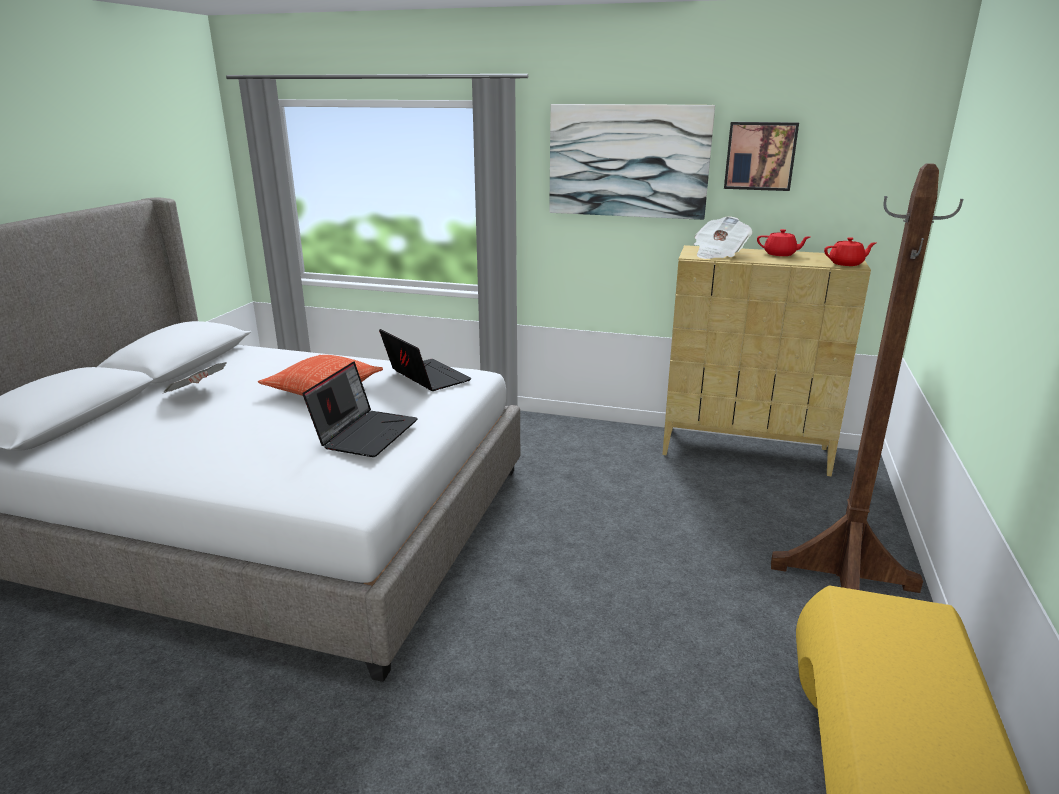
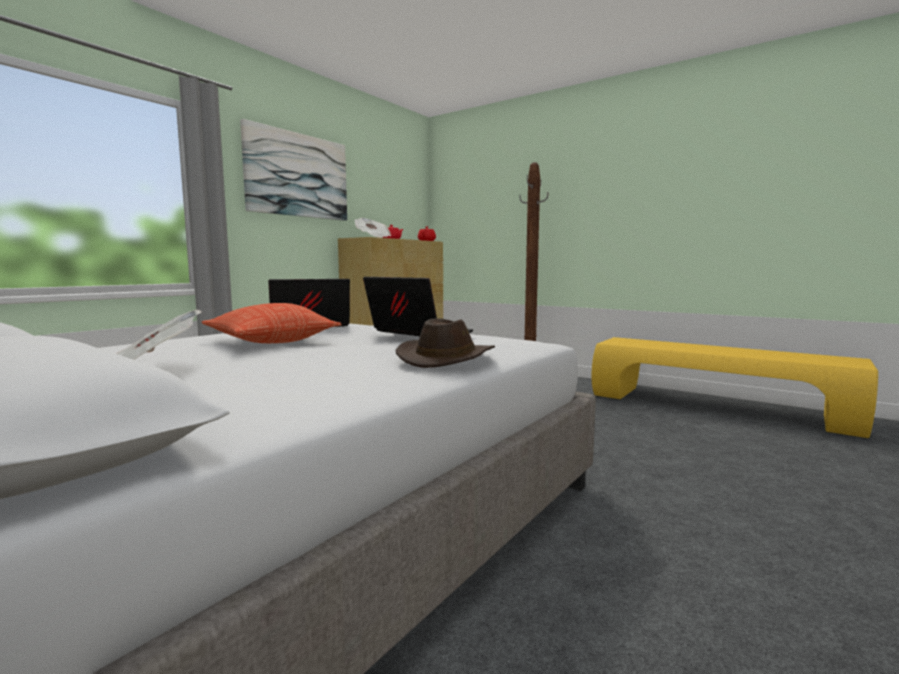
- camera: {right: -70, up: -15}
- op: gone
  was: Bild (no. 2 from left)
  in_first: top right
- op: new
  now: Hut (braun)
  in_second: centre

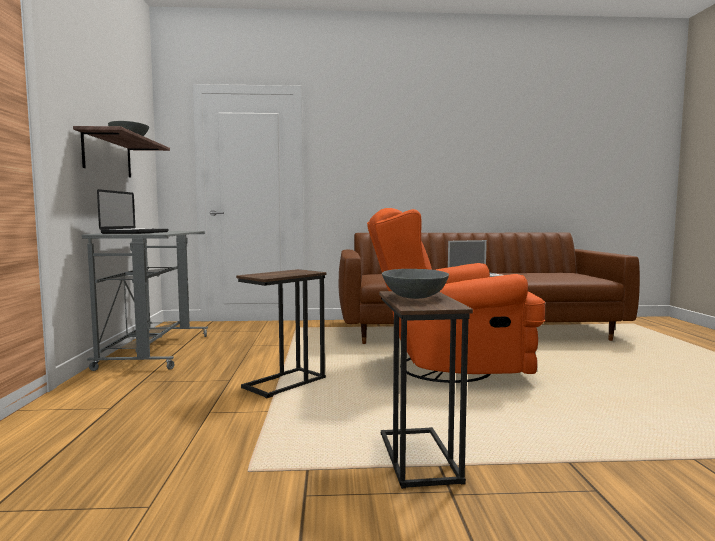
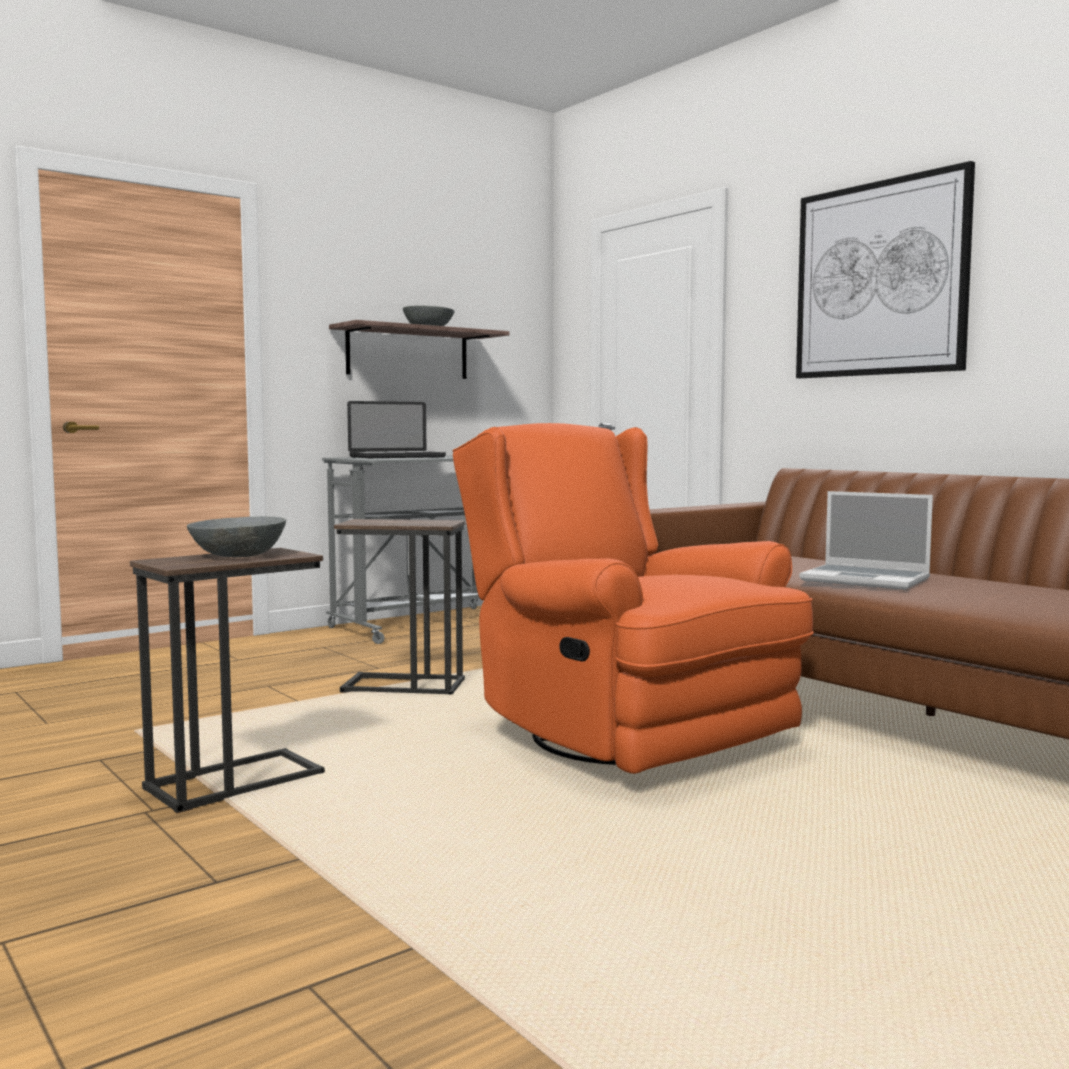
- camera: {right: 55, up: 0}
- op: new
  now: Bild
  in_second: top right

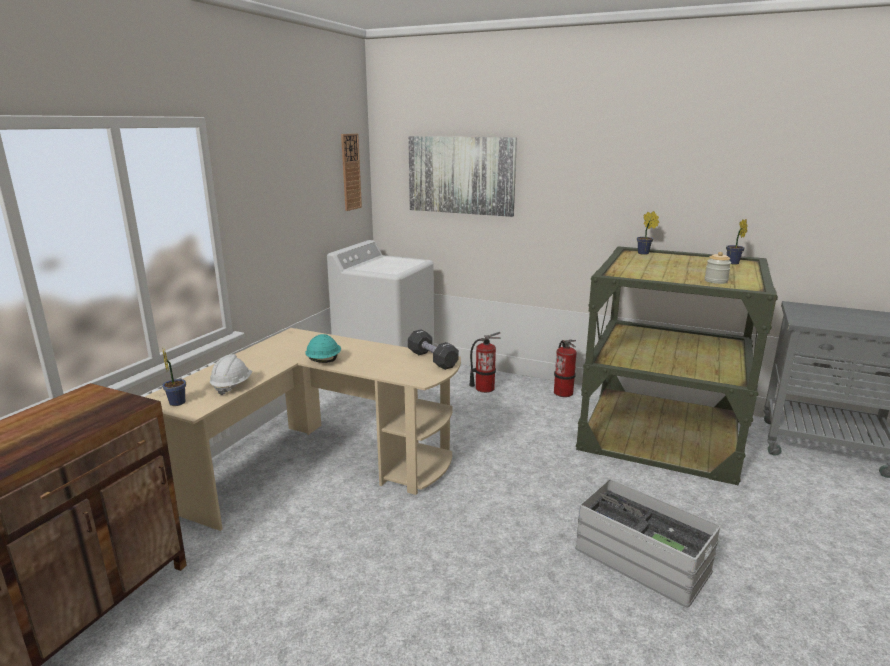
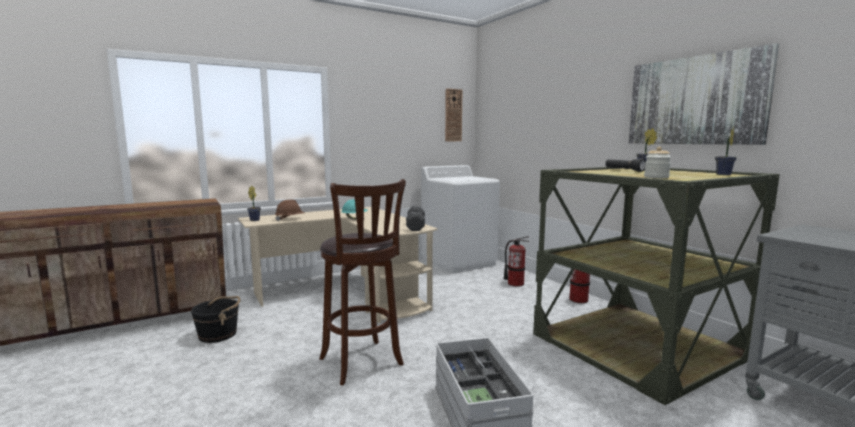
- camera: {right: 35, up: -10}
- op: new
  now: Eimer (schwarz)
  in_second: bottom left
- op: new
  now: Hocker (braun)
  in_second: centre
- op: new
  now: Taschenlampe (schwarz)
  in_second: middle right
- op: shifted
  was: Bild
  in_first: top centre
  in_second: top right
- op: repainted
  was: Schutzhelm (weiß)
  now: Schutzhelm (braun)
  in_first: middle left
  in_second: centre

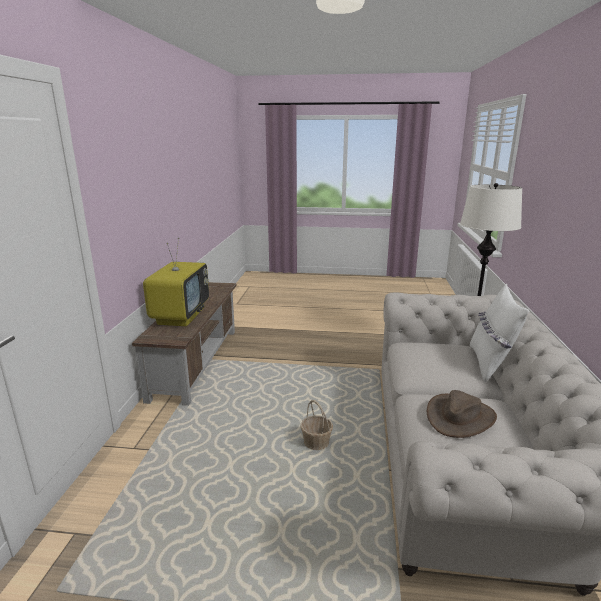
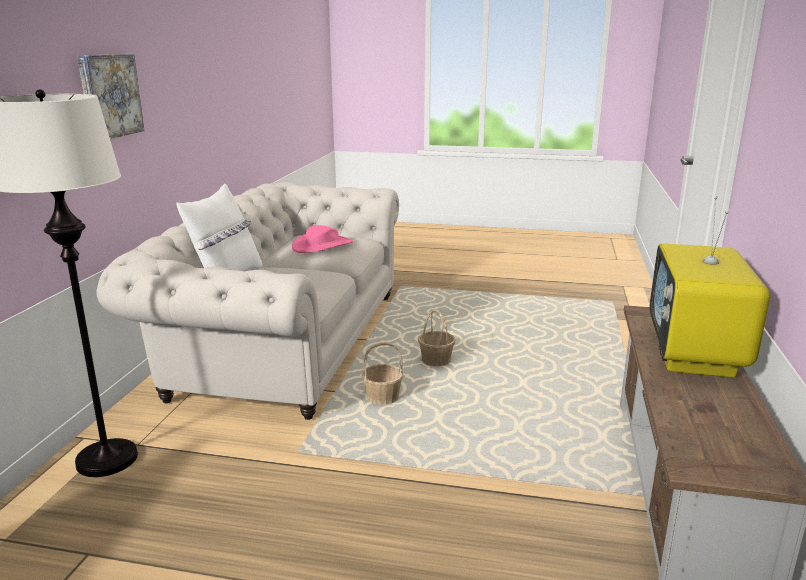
- camera: {right: -175, up: 0}
- op: new
  now: Bild
  in_second: top left
- op: new
  now: Korb (no. 1 from left)
  in_second: centre
- op: repainted
  was: Hut (braun)
  now: Hut (rosa)
  in_first: bottom right
  in_second: centre

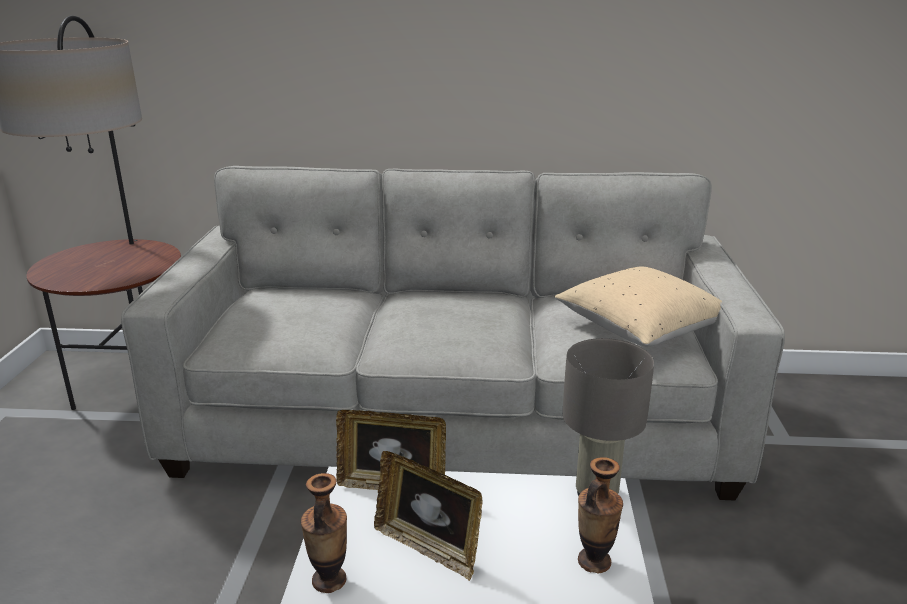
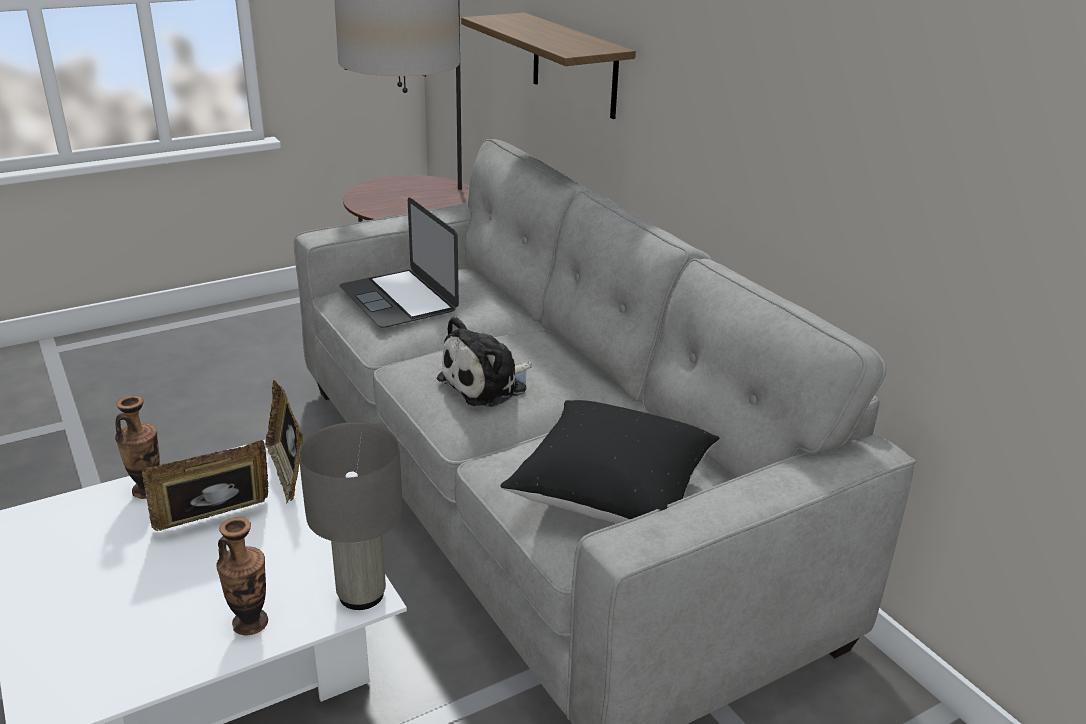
- camera: {right: 55, up: 5}
- op: new
  now: Laptop
  in_second: centre
- op: new
  now: Plüschtier
  in_second: centre
- op: new
  now: Wandregal
  in_second: top centre
- op: repainted
  was: Kissen (beige)
  now: Kissen (schwarz)
  in_first: middle right
  in_second: centre
- op: rotated
  was: Bilderrahmen (no. 2 from left in the first image)
  in_first: bottom centre
  in_second: bottom left
  clockwise: 60

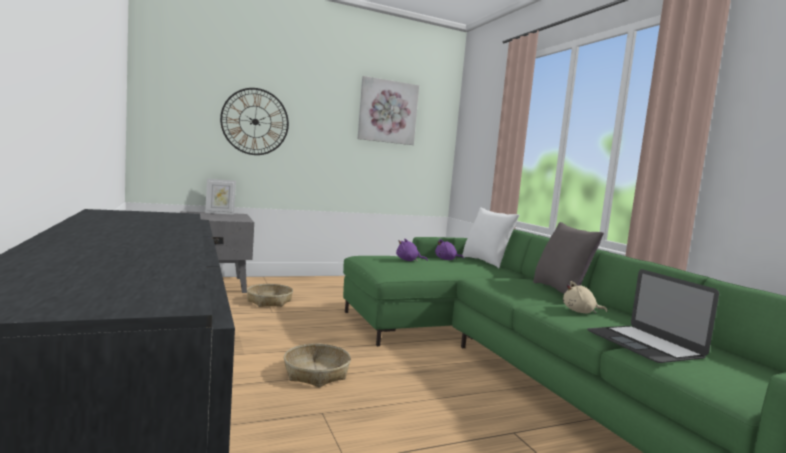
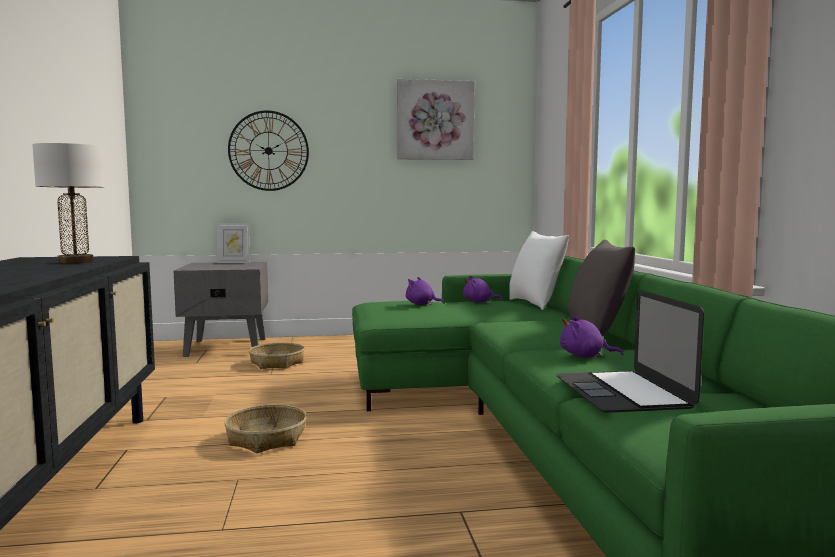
- camera: {right: 15, up: 0}
- op: new
  now: Tischlampe
  in_second: middle left
- op: repainted
  was: Plüschtier (beige)
  now: Plüschtier (lila) (no. 3 from left)
  in_first: middle right
  in_second: middle right

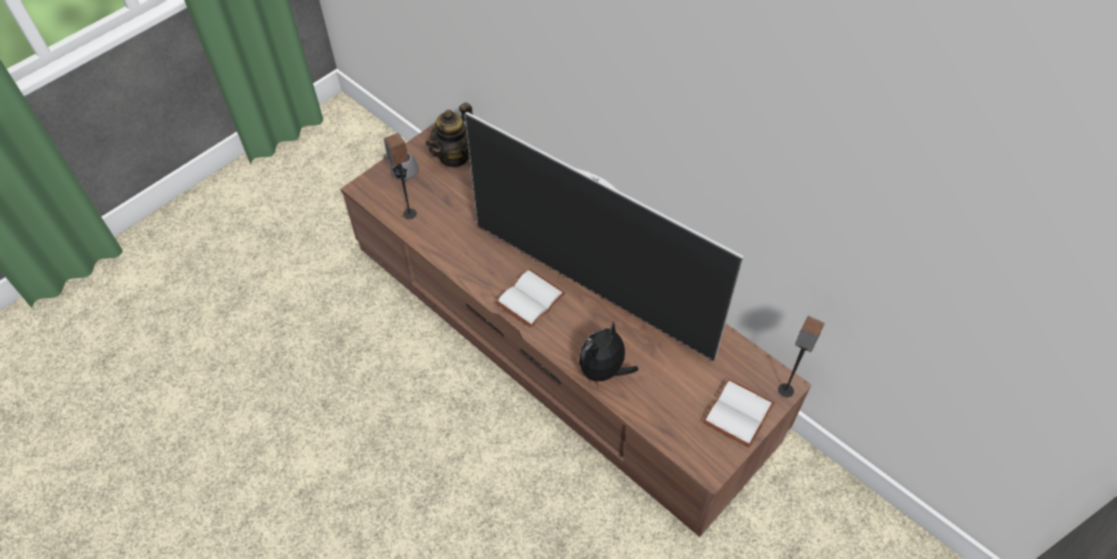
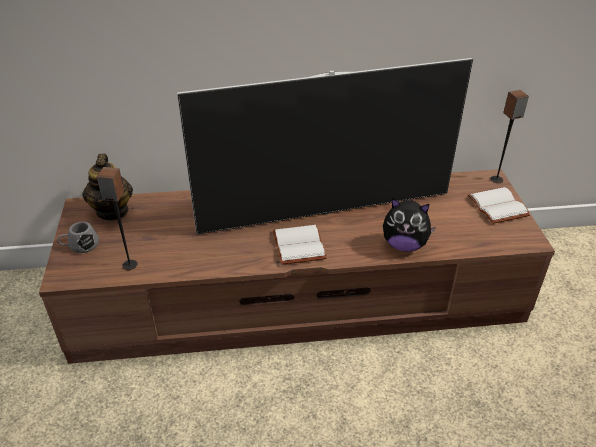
- camera: {right: -50, up: -15}
- op: rotated
  was: Plüschtier
  in_first: centre
  in_second: middle right
  clockwise: -60

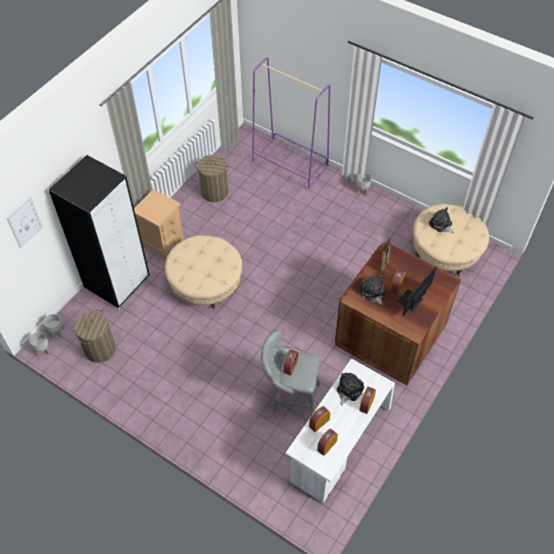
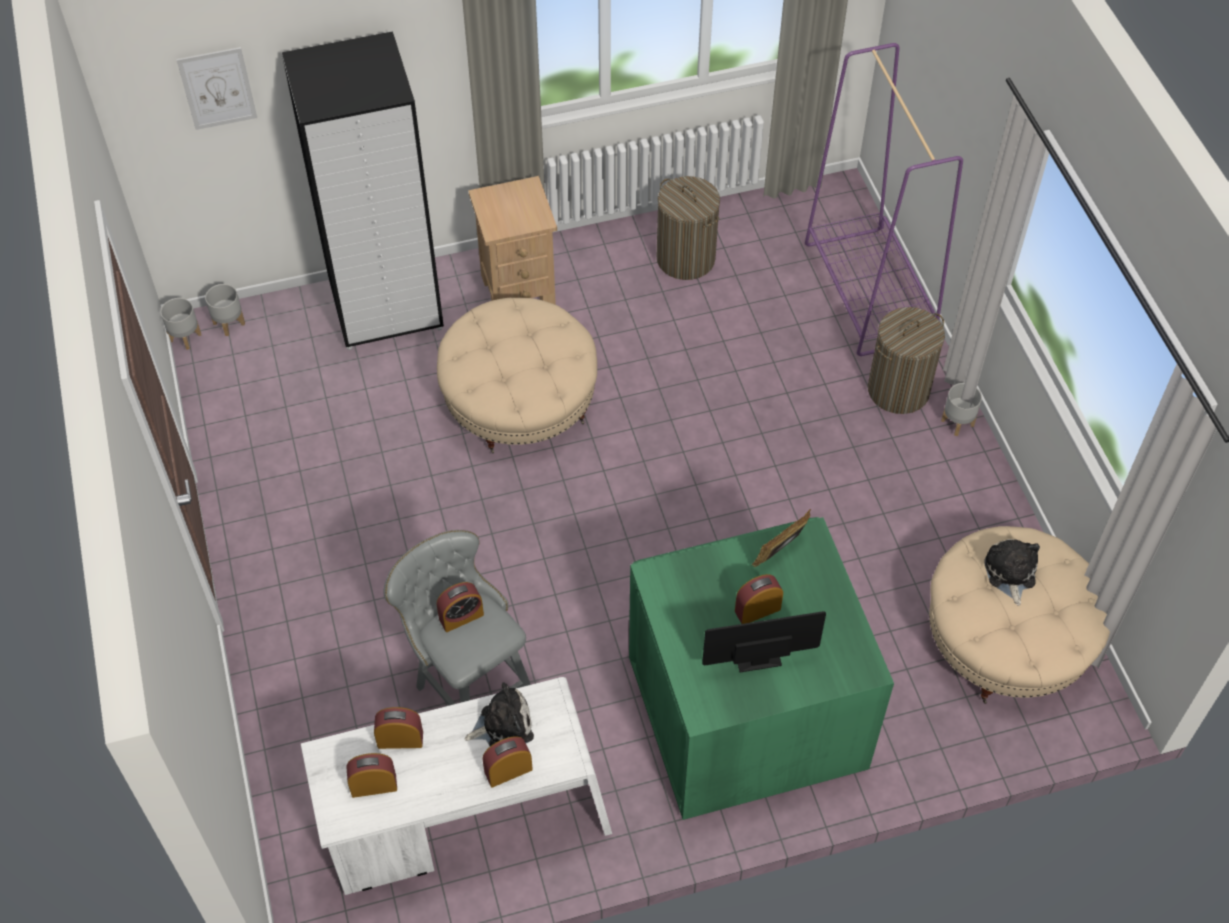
- camera: {right: 40, up: 0}
- op: gone
  was: Plüschtier (no. 2 from left)
  in_first: middle right
- op: shifted
  was: Wäschekorb (no. 1 from left in the first image)
  now: Wäschekorb (no. 2 from left)
  in_first: middle left
  in_second: middle right
- op: repainted
  was: Kommode (braun)
  now: Kommode (grün)
  in_first: middle right
  in_second: bottom centre

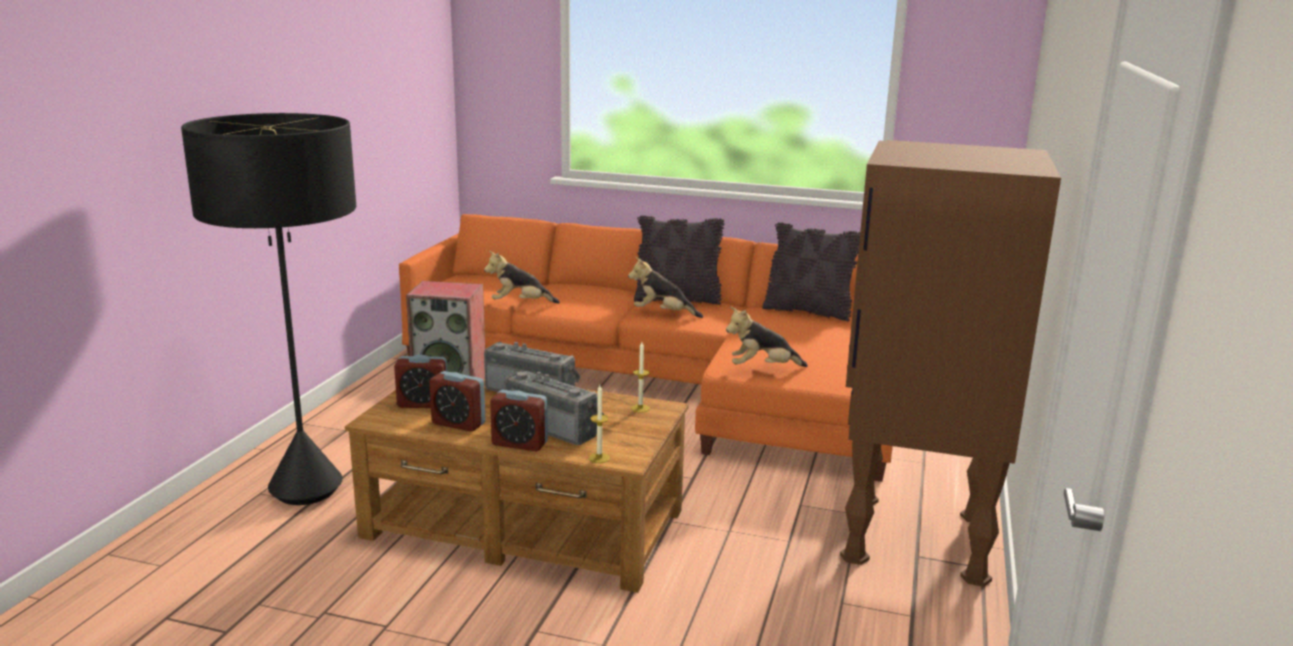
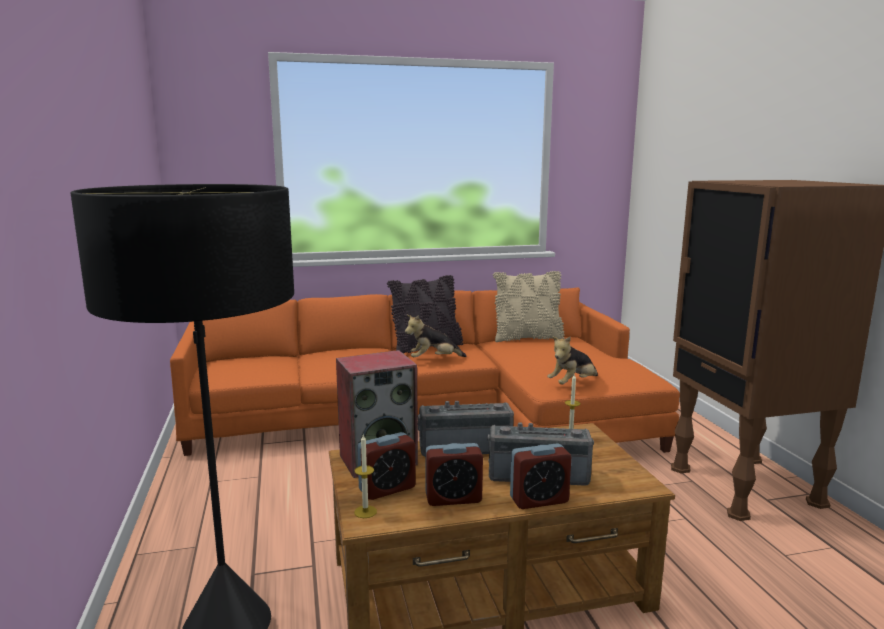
- camera: {right: -30, up: -5}
- op: gone
  was: Plüschtier (no. 1 from left)
  in_first: centre
- op: shifted
  was: Kerze (no. 1 from left)
  in_first: centre
  in_second: bottom centre
- op: repainted
  was: Kissen (schwarz) (no. 2 from left)
  now: Kissen (beige)
  in_first: centre
  in_second: centre

